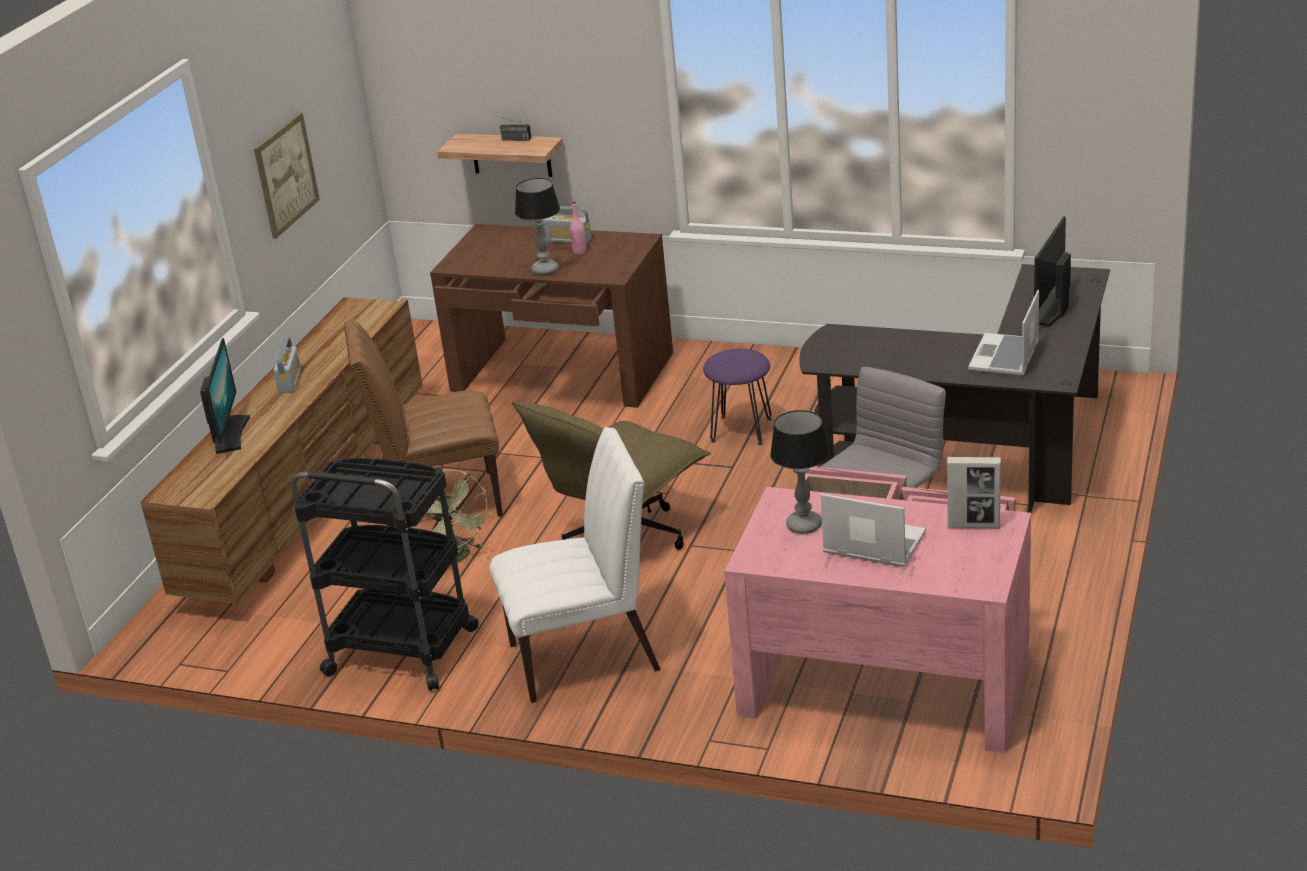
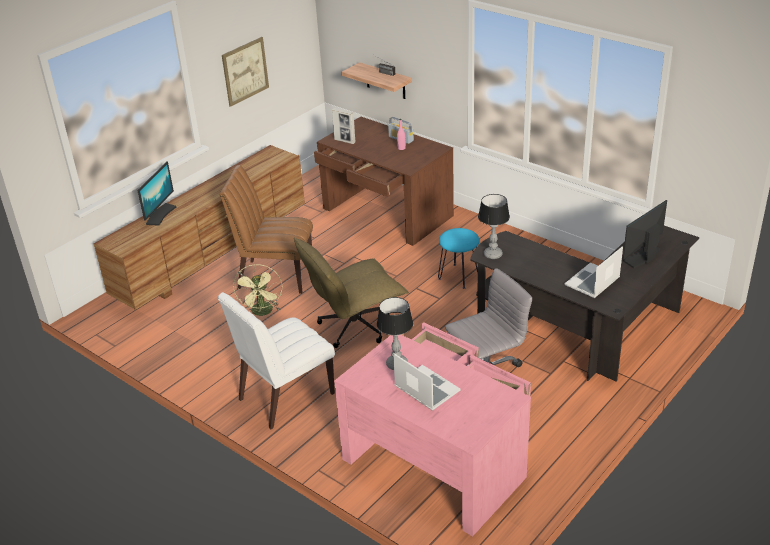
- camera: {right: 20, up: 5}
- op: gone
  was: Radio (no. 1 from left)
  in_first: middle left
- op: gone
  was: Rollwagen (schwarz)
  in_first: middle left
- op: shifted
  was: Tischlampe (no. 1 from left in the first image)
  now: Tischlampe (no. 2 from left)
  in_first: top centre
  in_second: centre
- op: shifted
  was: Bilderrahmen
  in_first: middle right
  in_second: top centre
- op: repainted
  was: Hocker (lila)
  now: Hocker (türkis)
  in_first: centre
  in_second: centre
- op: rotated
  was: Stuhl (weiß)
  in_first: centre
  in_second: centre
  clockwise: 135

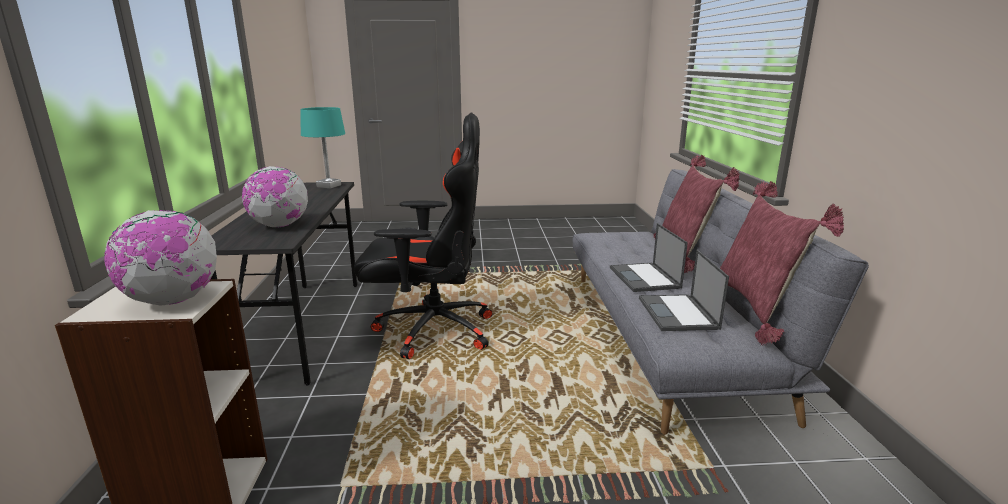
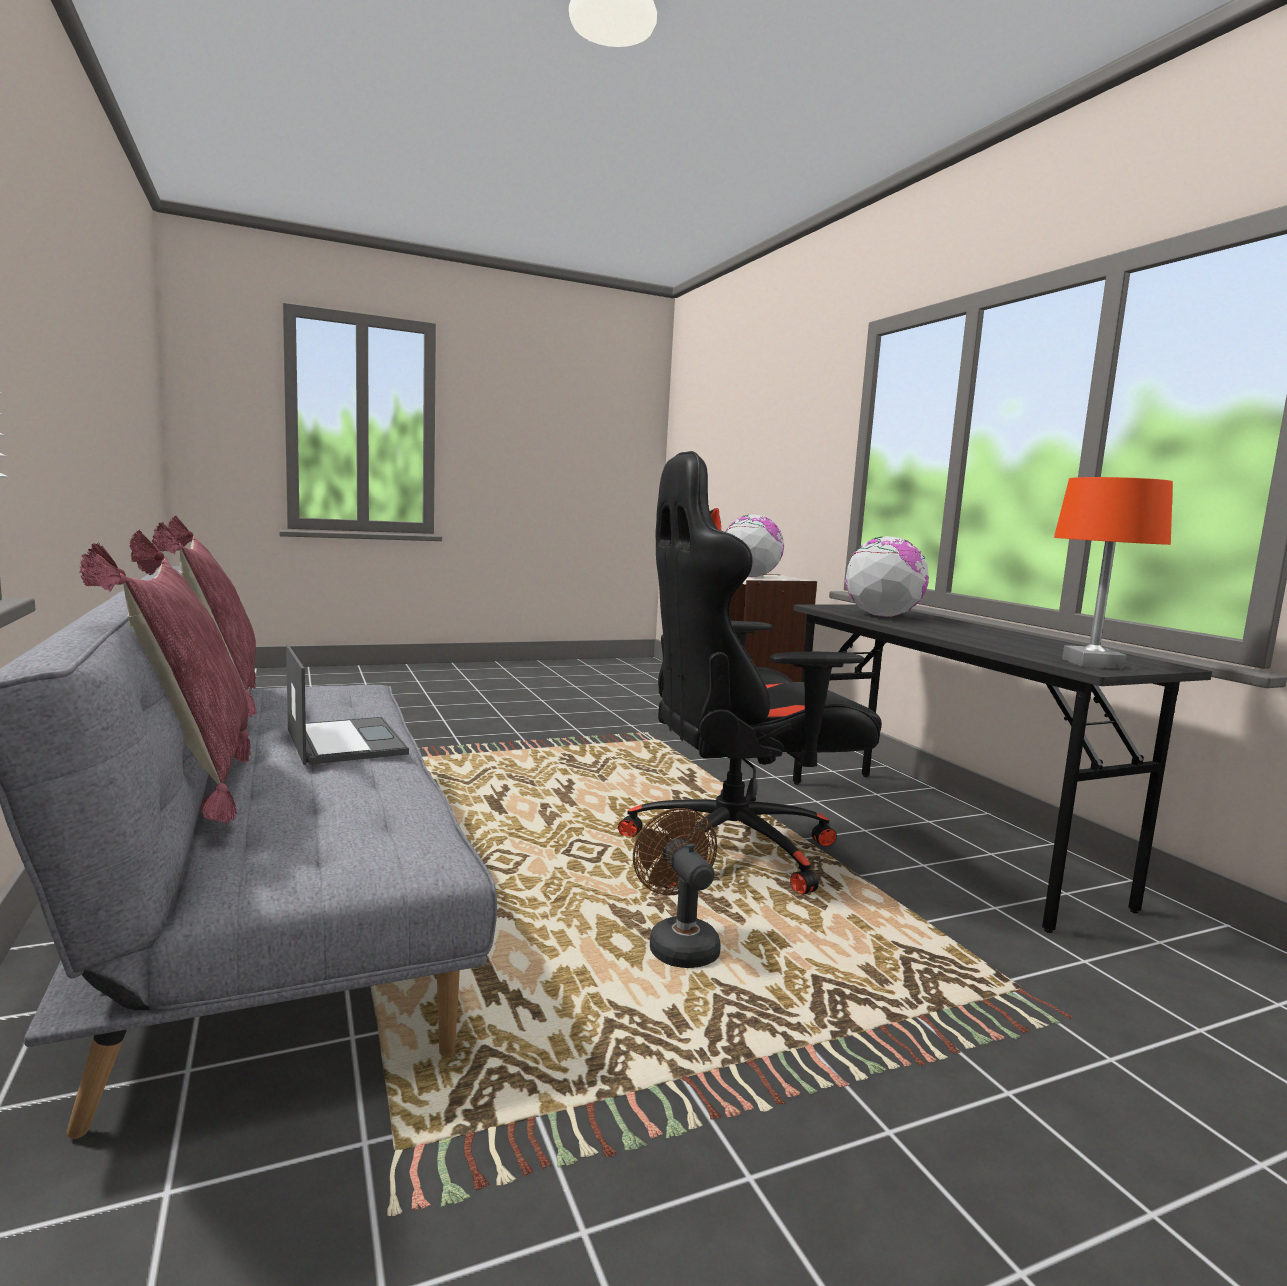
- camera: {right: 160, up: -10}
- op: gone
  was: Laptop (no. 2 from left)
  in_first: middle right
- op: new
  now: Ventilator (braun)
  in_second: bottom centre
- op: repainted
  was: Tischlampe (türkis)
  now: Tischlampe (orange)
  in_first: top left
  in_second: middle right

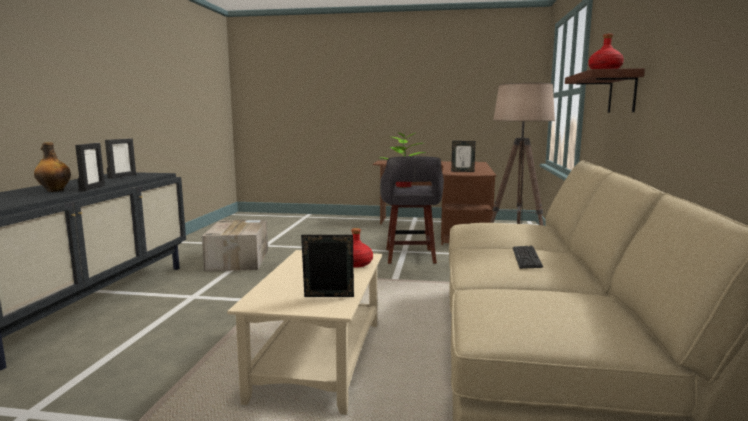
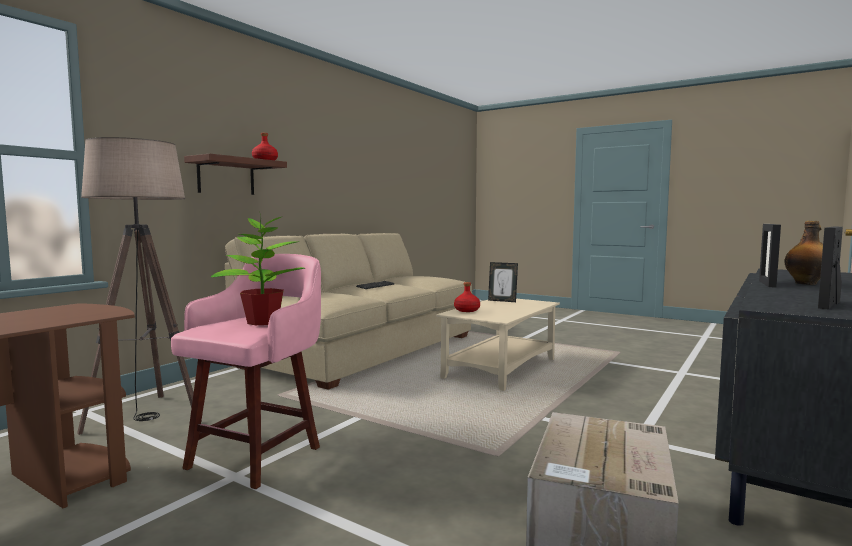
- camera: {right: -155, up: -5}
- op: gone
  was: Bilderrahmen (no. 4 from left)
  in_first: centre
- op: repainted
  was: Hocker (grau)
  now: Hocker (rosa)
  in_first: centre
  in_second: bottom left

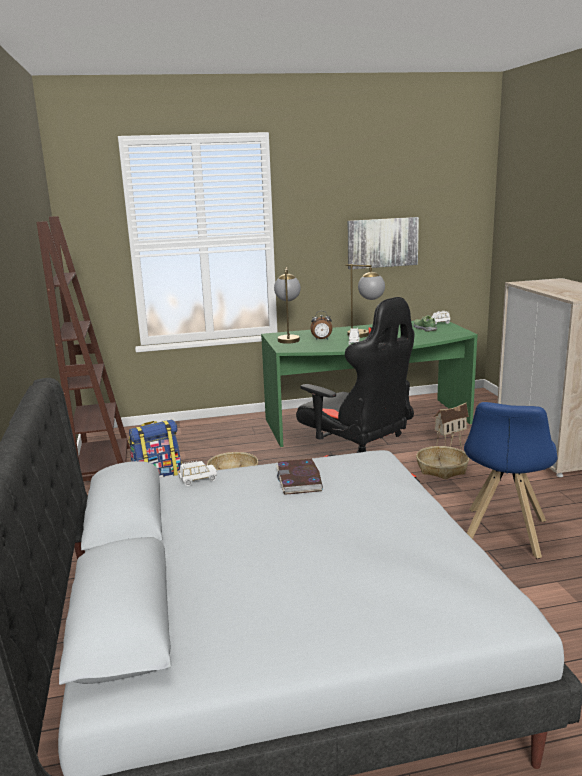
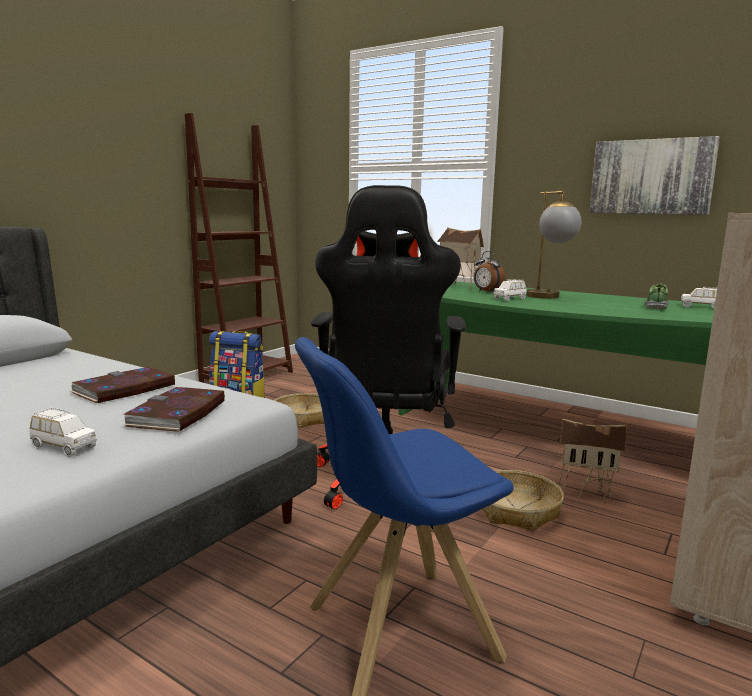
- camera: {right: 45, up: -5}
- op: new
  now: Buch (no. 2 from left)
  in_second: middle left
- op: shifted
  was: Spielzeugauto (weiß) (no. 1 from left)
  in_first: centre
  in_second: middle left
- op: swapped
  was: Tischlampe (no. 1 from left)
  now: Spielzeughaus (no. 1 from left)
  in_first: centre
  in_second: centre

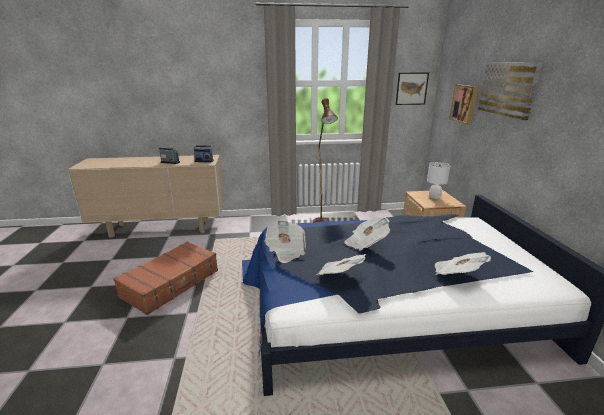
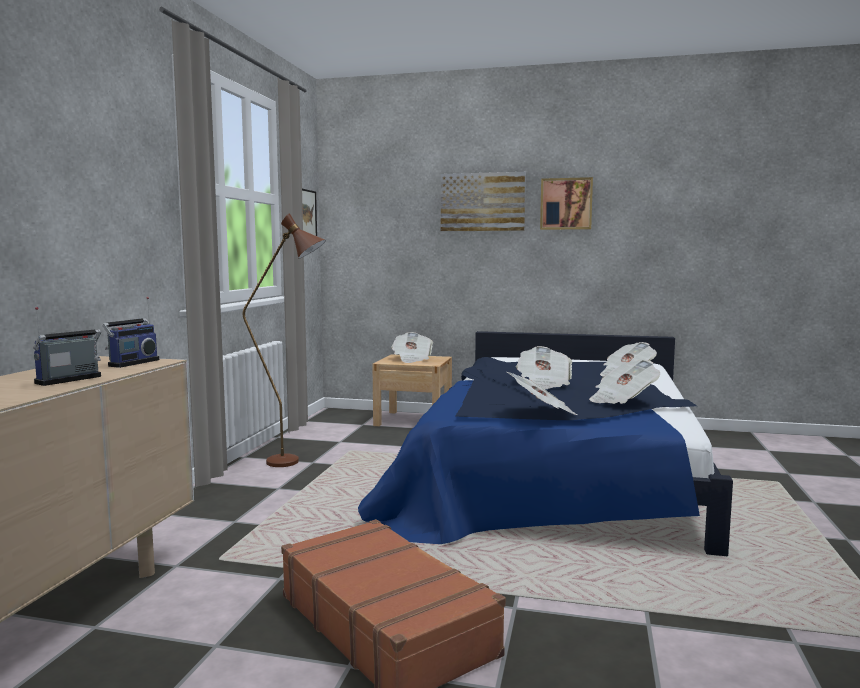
- camera: {right: -70, up: -15}
- op: shifted
  was: Bild (no. 2 from left in the first image)
  now: Bild (no. 3 from left)
  in_first: top right
  in_second: top centre
- op: swapped
  was: Tischlampe (weiß)
  now: Zeitung (no. 1 from left)
  in_first: middle right
  in_second: centre

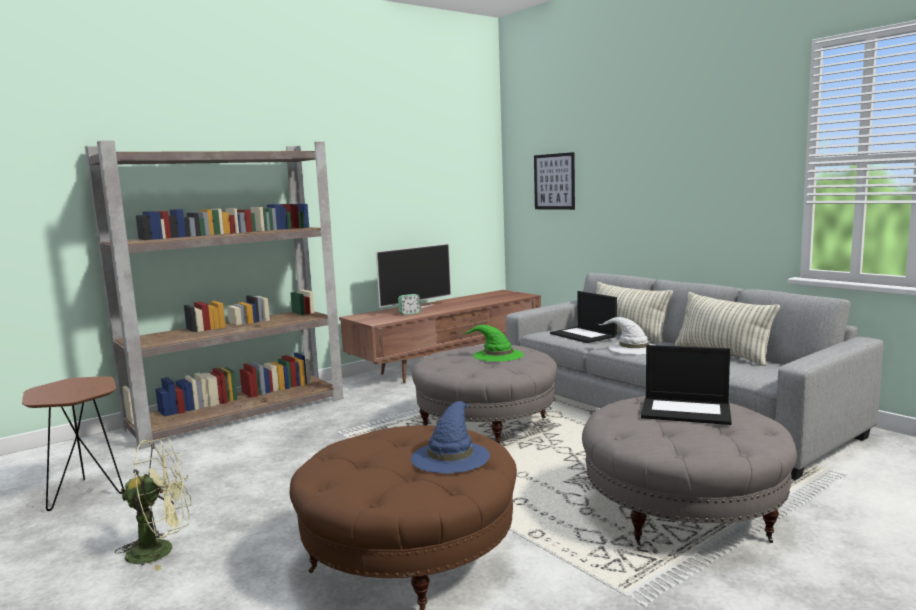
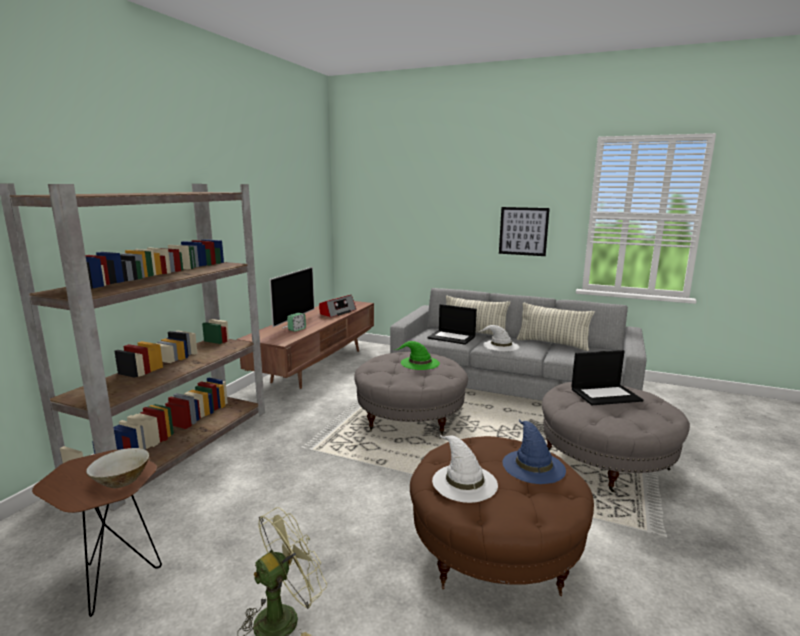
- camera: {right: -30, up: 5}
- op: new
  now: Schüssel (beige)
  in_second: bottom left
- op: new
  now: Radio
  in_second: centre
- op: new
  now: Hut (weiß) (no. 1 from left)
  in_second: bottom centre
- op: shifted
  was: Bild
  in_first: top centre
  in_second: centre

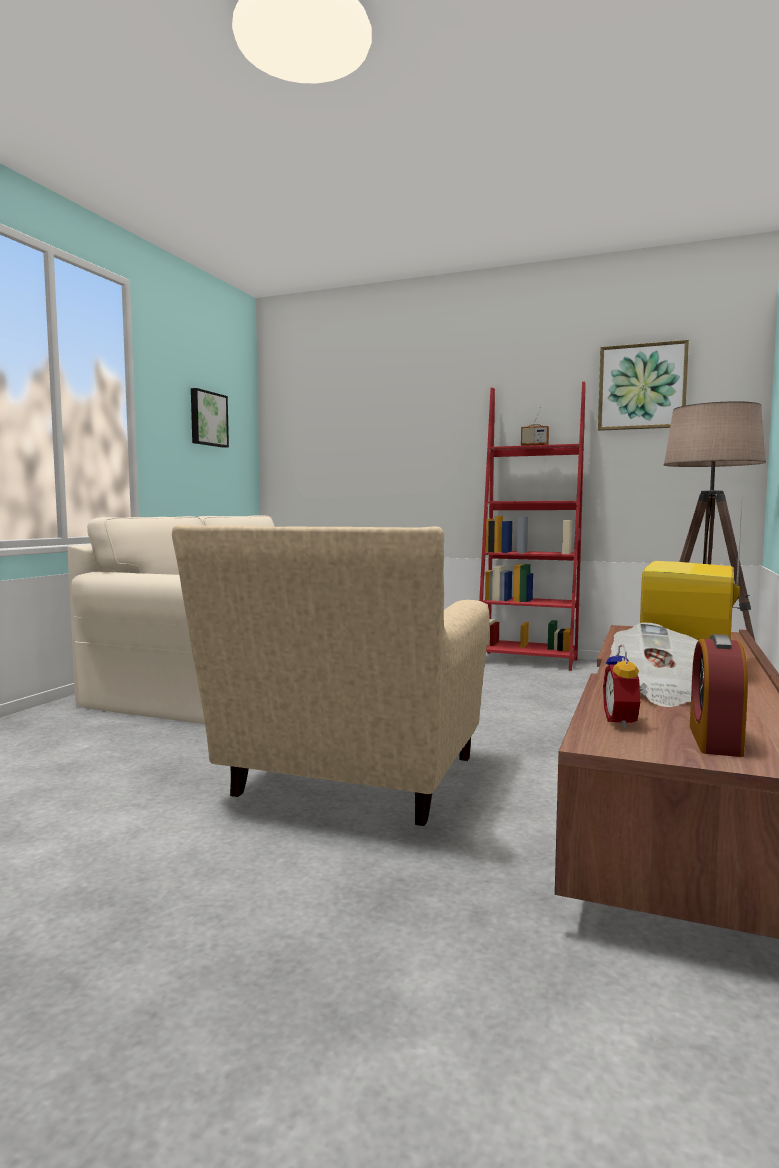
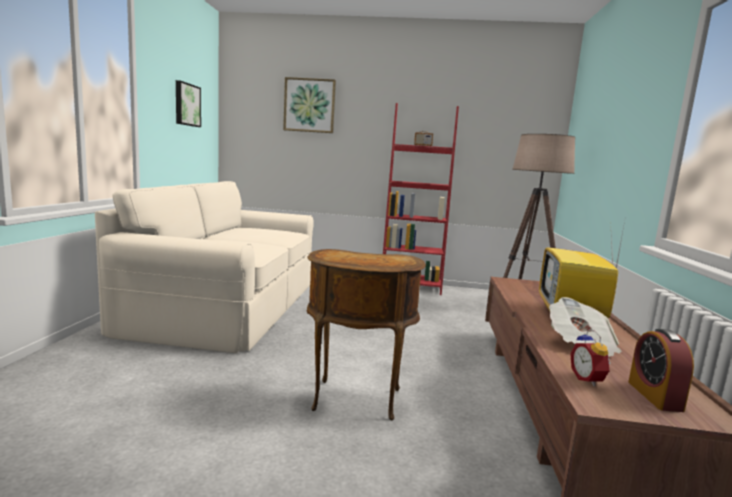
- camera: {right: -15, up: 5}
- op: shifted
  was: Bild (no. 2 from left)
  in_first: top right
  in_second: top centre
- op: swapped
  was: Sessel (beige)
  now: Beistelltisch (braun)
  in_first: centre
  in_second: bottom centre

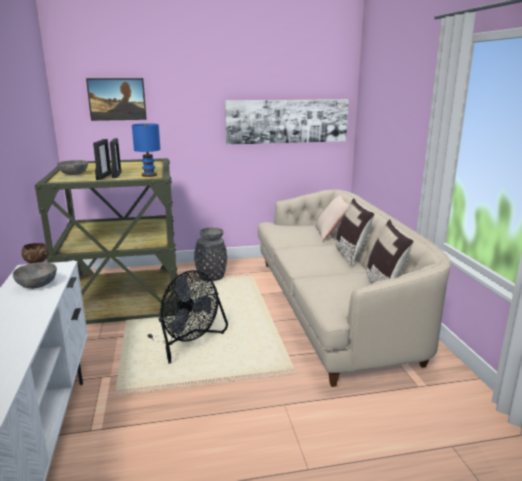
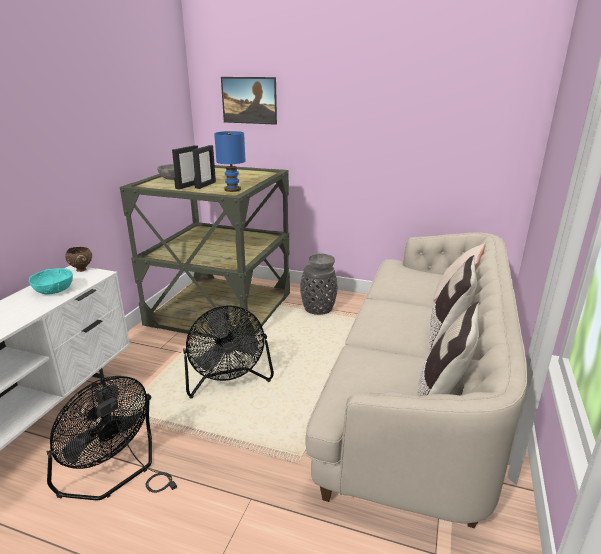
- camera: {right: 30, up: 5}
- op: gone
  was: Bild (no. 2 from left)
  in_first: top centre
- op: new
  now: Ventilator (schwarz) (no. 1 from left)
  in_second: bottom left
- op: repainted
  was: Schüssel (grau) (no. 1 from left)
  now: Schüssel (türkis)
  in_first: middle left
  in_second: middle left

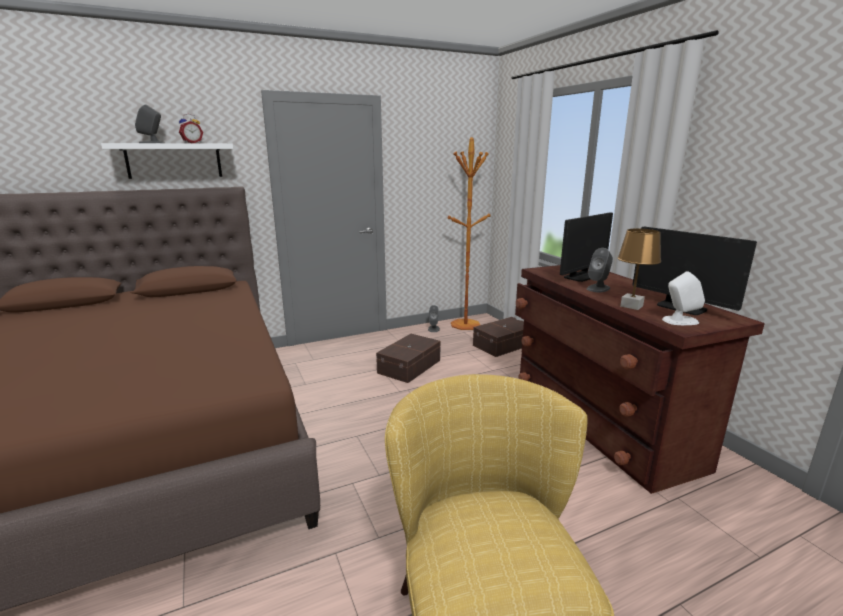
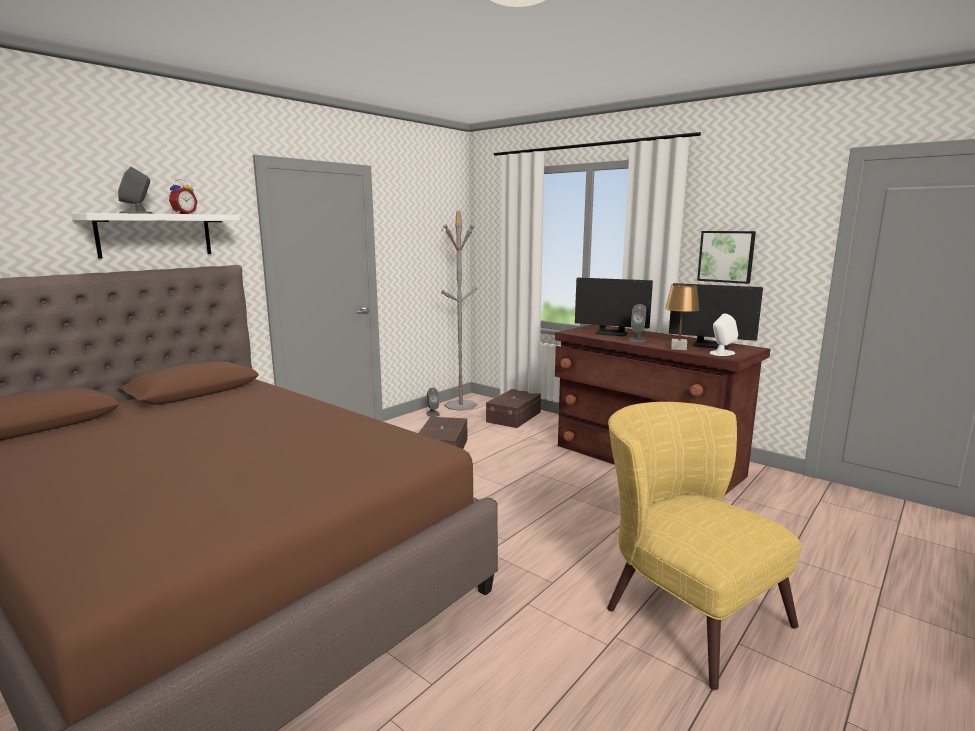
- camera: {right: -25, up: -5}
- op: new
  now: Bild
  in_second: middle right
- op: repainted
  was: Kleiderständer (orange)
  now: Kleiderständer (grau)
  in_first: centre
  in_second: centre
- op: rotated
  was: Monitor (no. 1 from left)
  in_first: middle right
  in_second: centre
  clockwise: 90

